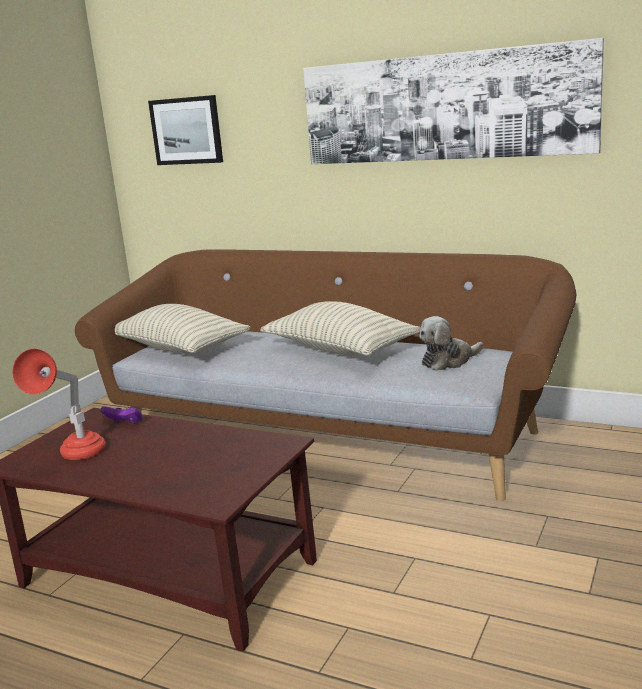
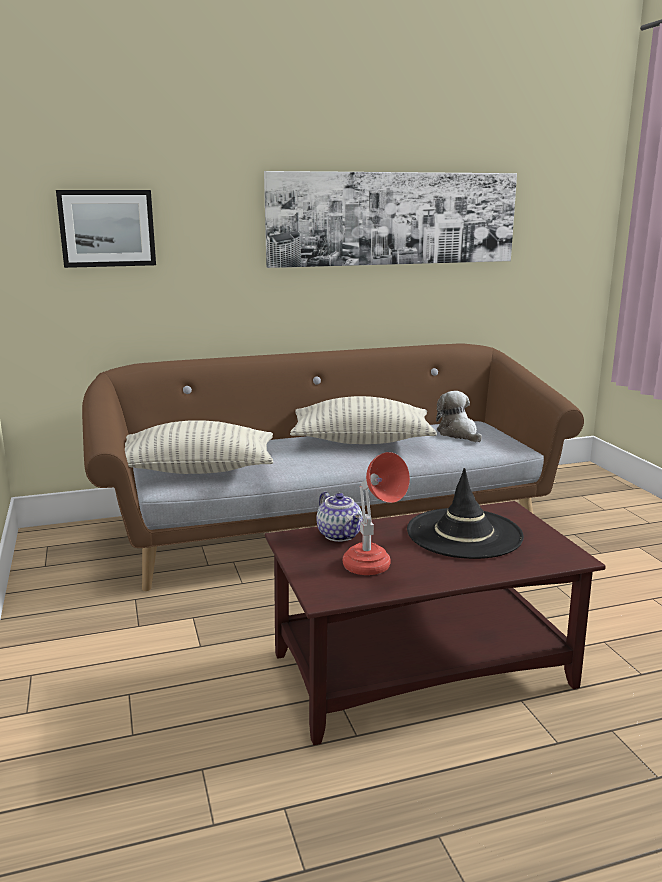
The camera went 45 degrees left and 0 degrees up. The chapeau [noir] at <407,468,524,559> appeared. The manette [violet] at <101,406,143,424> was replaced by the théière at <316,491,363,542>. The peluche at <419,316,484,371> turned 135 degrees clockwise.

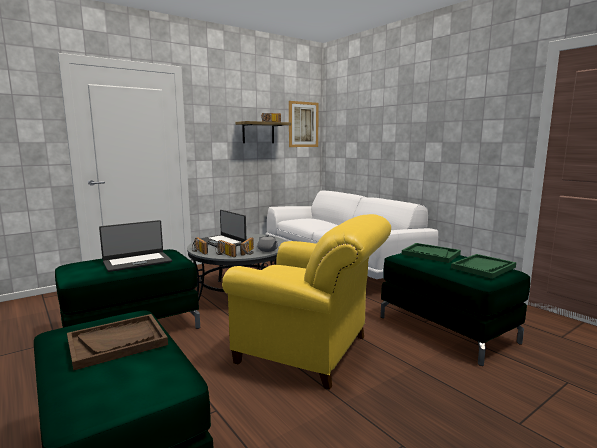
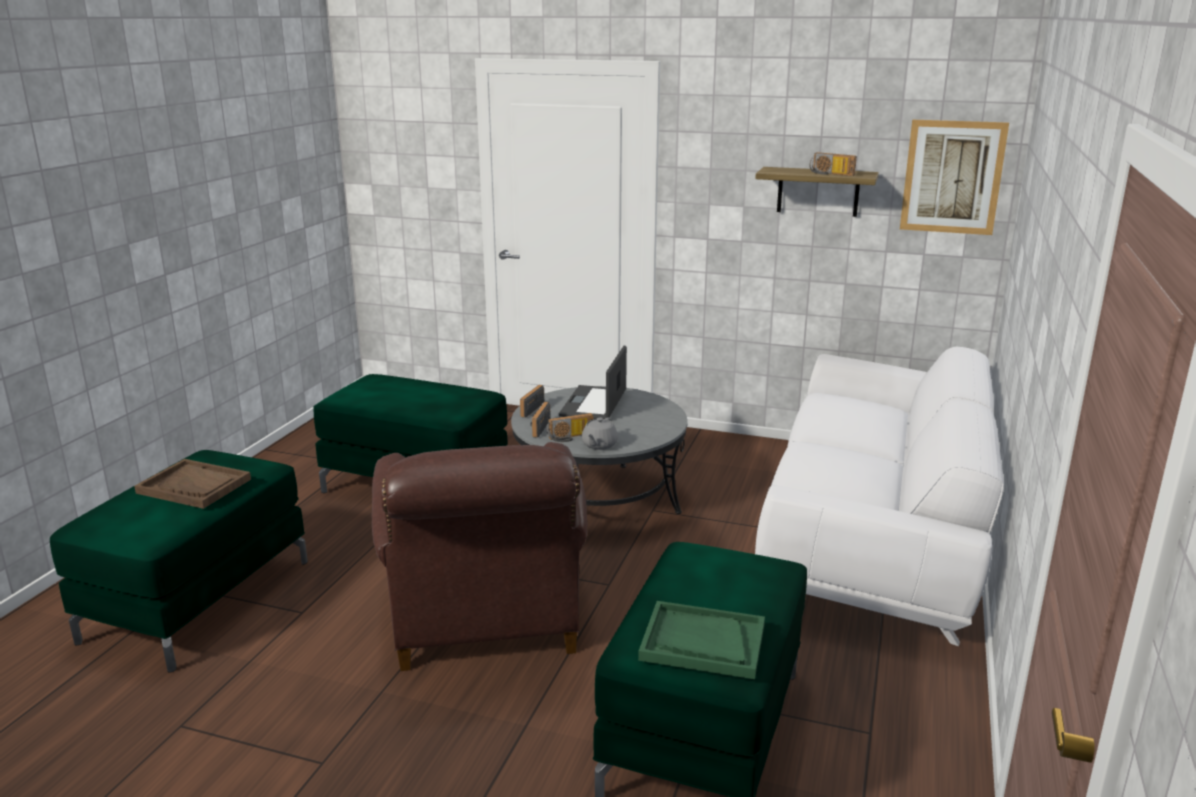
The camera went 55 degrees right and 10 degrees up. The ordinateur portable at <99,220,172,272> disappeared. The plateau [vert] at <401,243,461,263> disappeared. The fauteuil [jaune] at <222,214,391,390> became the fauteuil [marron] at <372,442,587,671>.

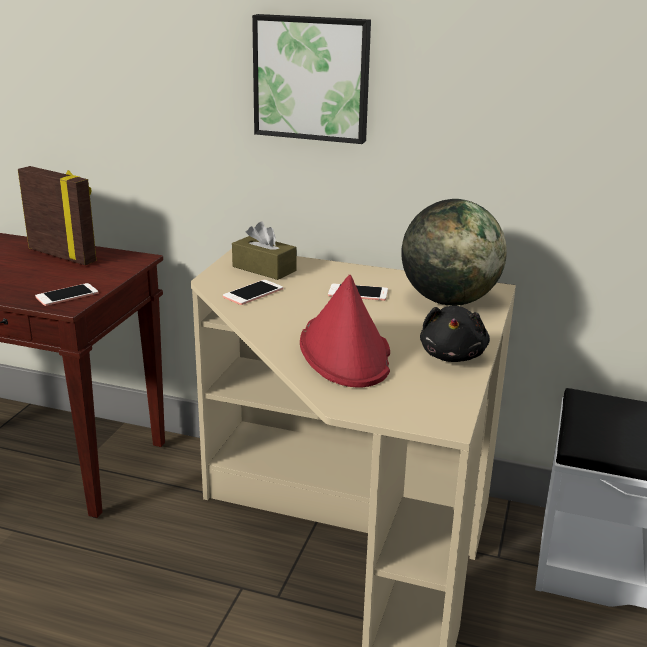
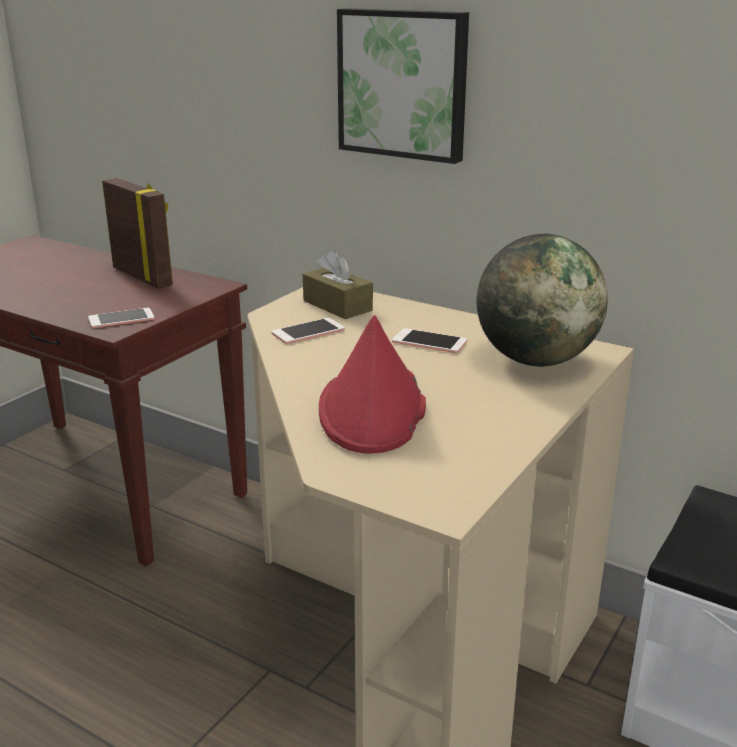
The camera went 15 degrees right and 0 degrees up. The peluche [noir] at <420,306,490,362> disappeared.

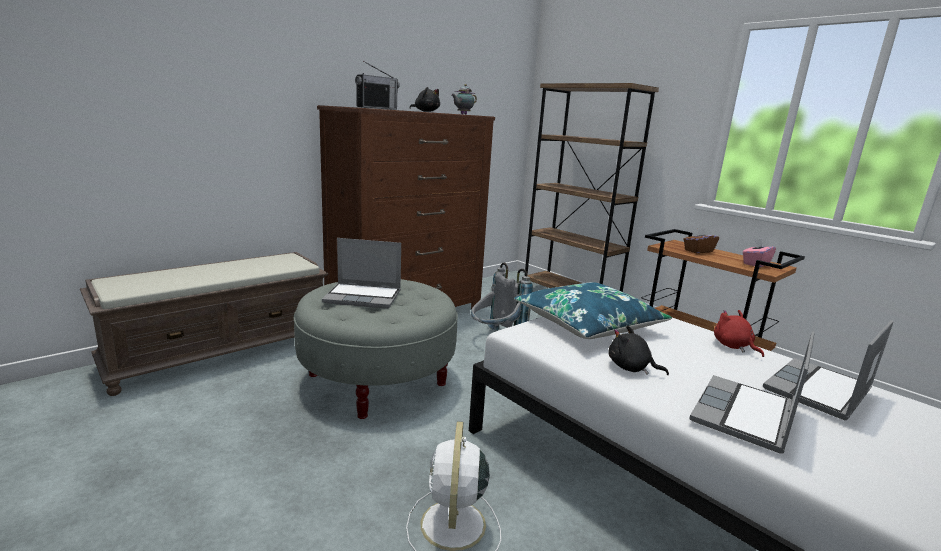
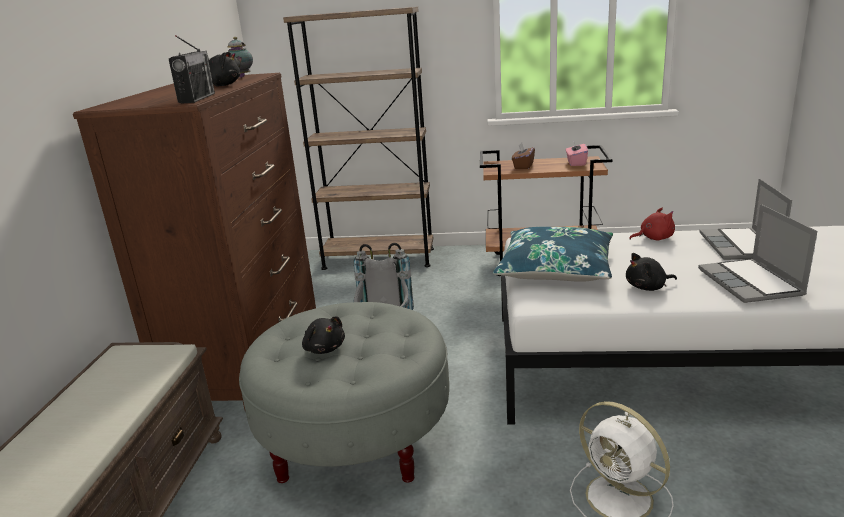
The camera went 40 degrees left and 5 degrees up. The ordinateur portable at <322,238,401,309> was replaced by the peluche [noir] at <302,316,345,354>. The peluche [rouge] at <714,310,764,357> turned 150 degrees clockwise.

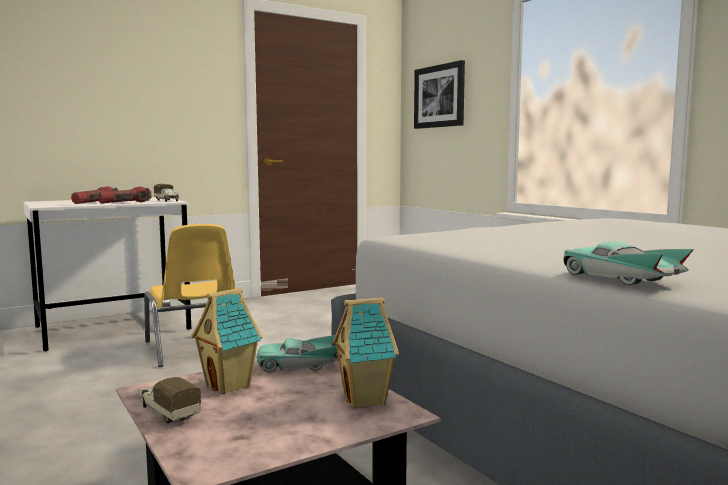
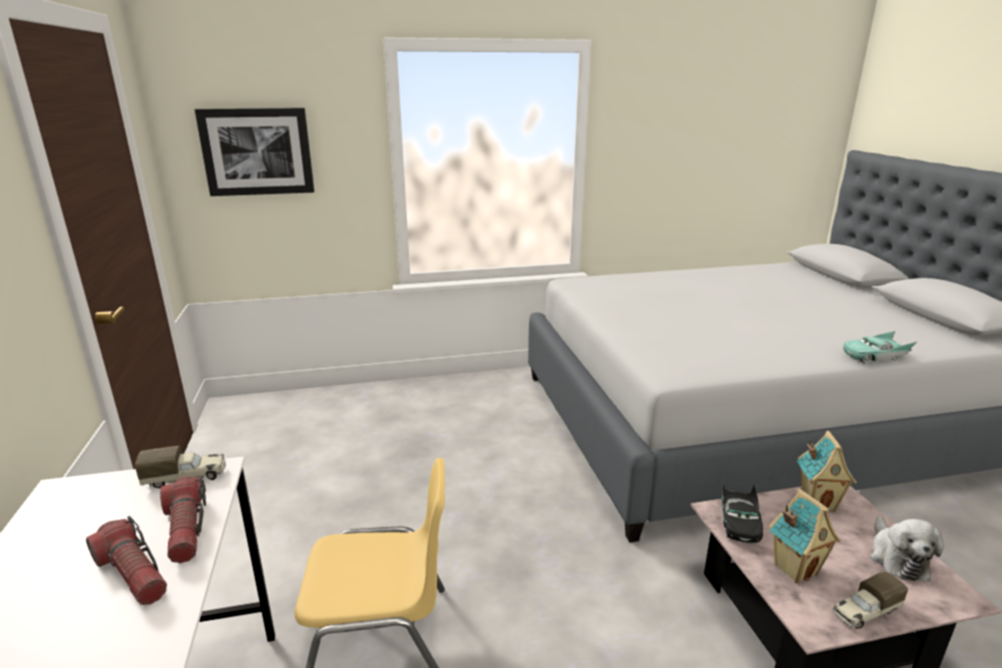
The camera went 70 degrees left and 15 degrees up. The peluche at <870,516,943,581> appeared. The petite voiture [turquoise] at <257,335,338,372> became the petite voiture [noir] at <722,480,763,543>.

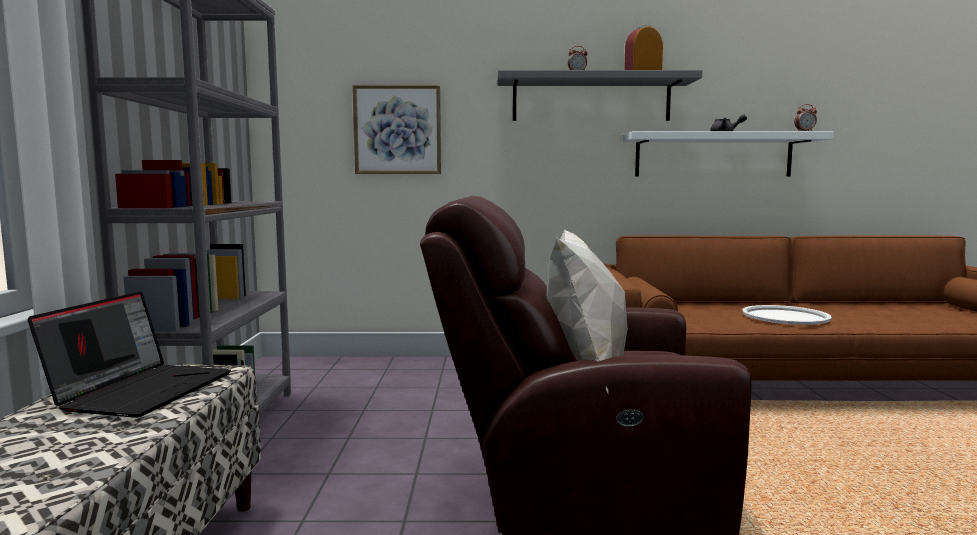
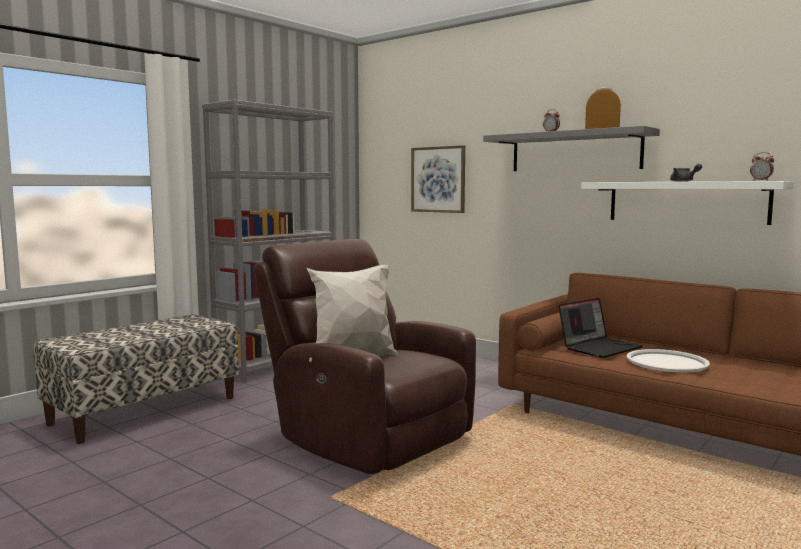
The camera went 40 degrees right and 0 degrees up. The ordinateur portable moved from <28,291,231,418> to <558,298,643,358>.

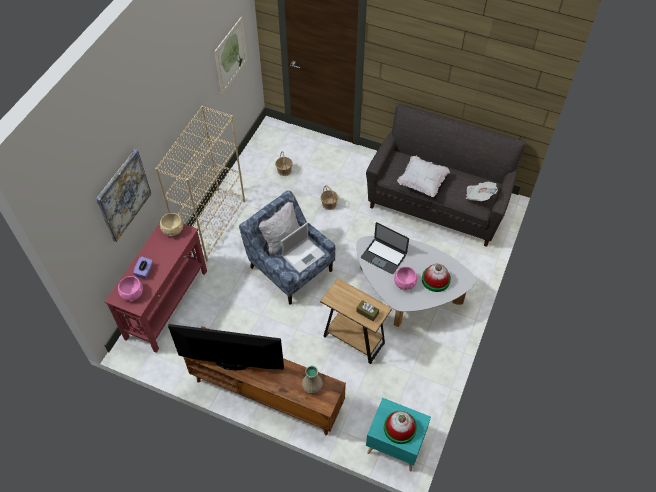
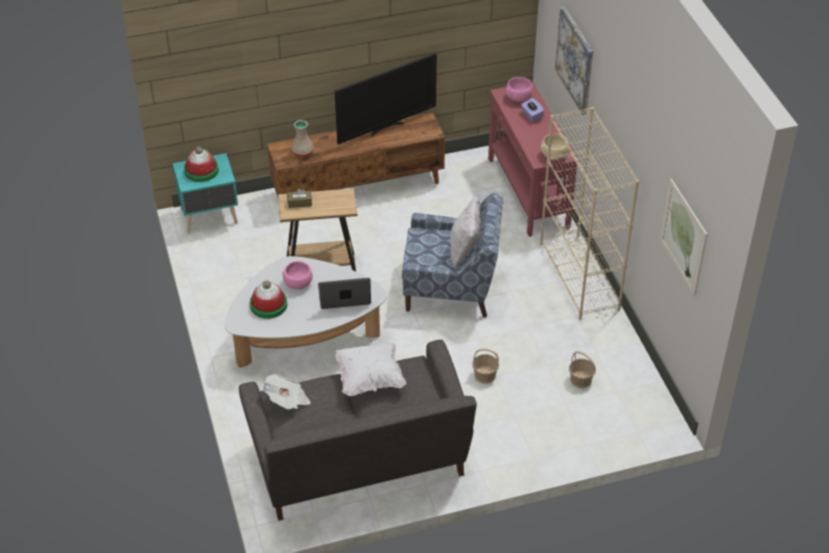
The camera went 140 degrees right and 10 degrees down. The ordinateur portable at <281,223,325,273> disappeared.

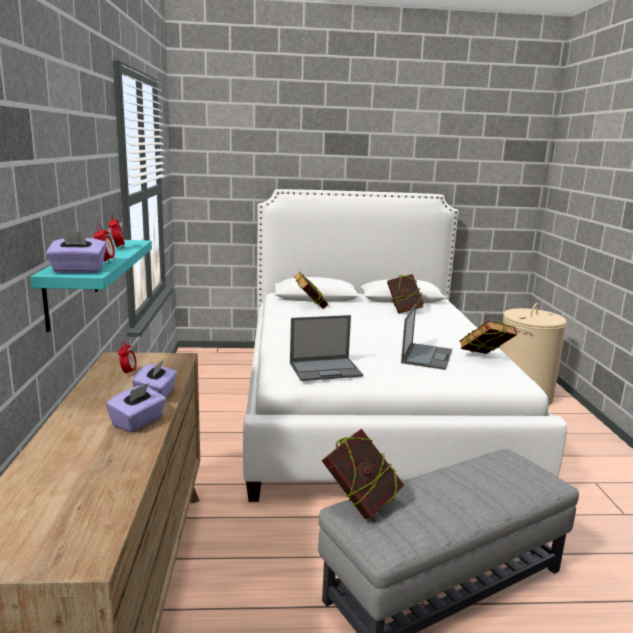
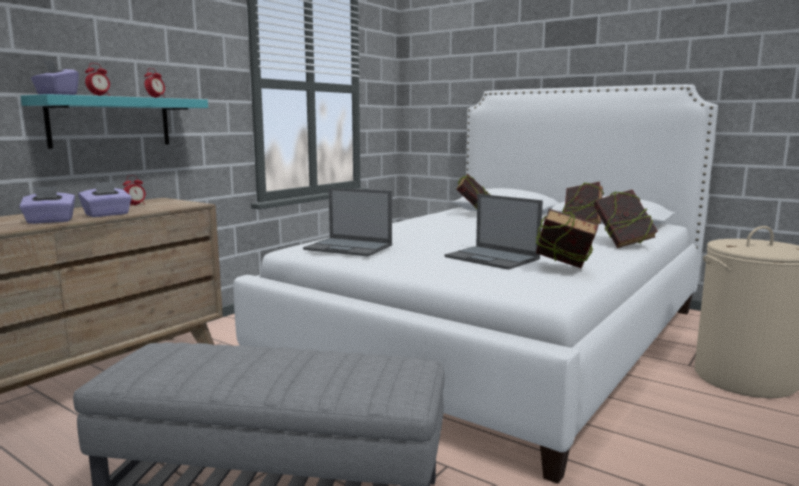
The camera went 40 degrees right and 5 degrees down. The livre moved from <321,428,404,520> to <594,189,658,248>. The ordinateur portable at <401,304,452,370> turned 75 degrees clockwise.

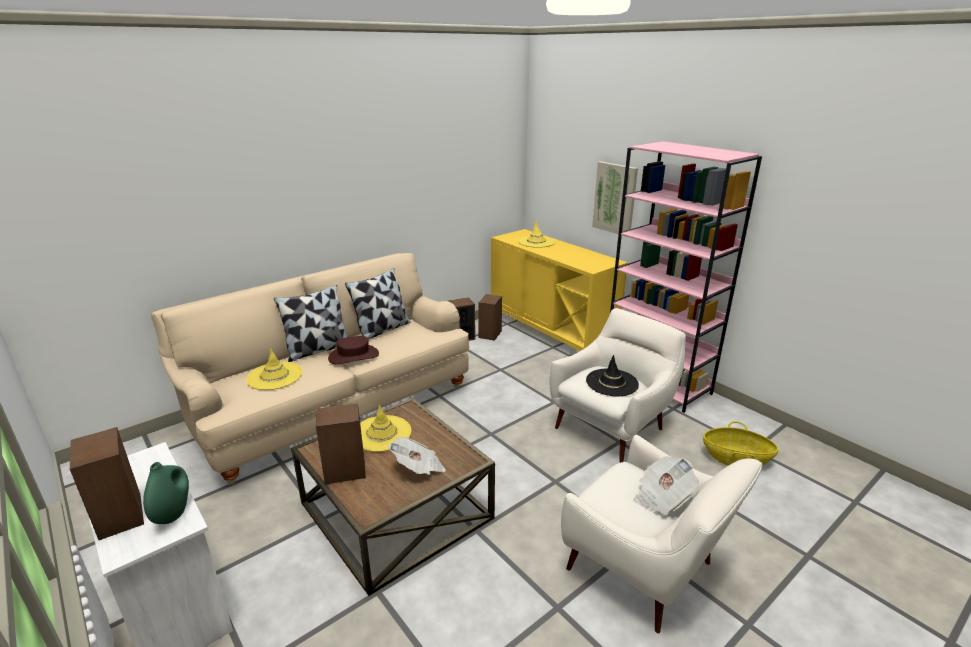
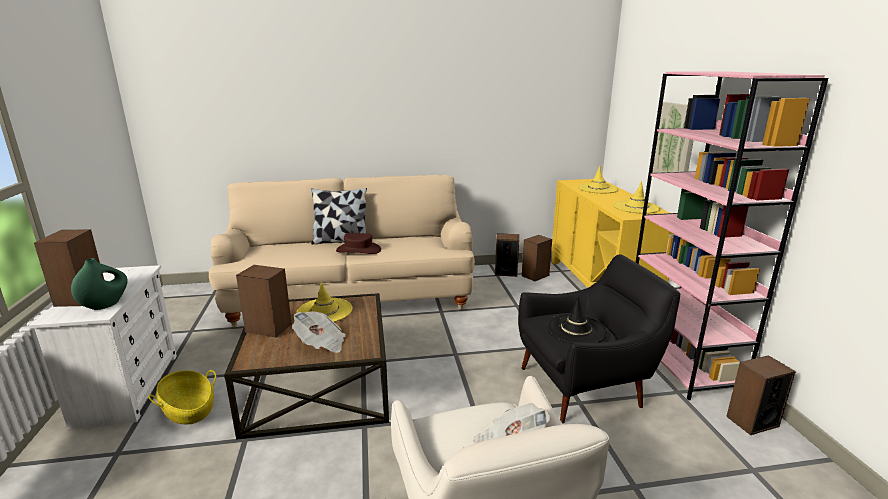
The camera went 30 degrees right and 5 degrees down. The coussin at <345,268,410,340> disappeared. The enceinte at <726,355,796,435> appeared. The chapeau [jaune] moved from <246,348,302,390> to <613,181,661,214>. The panier moved from <703,421,778,466> to <148,370,216,425>. The fauteuil [blanc] at <550,308,686,463> became the fauteuil [noir] at <518,255,681,423>.

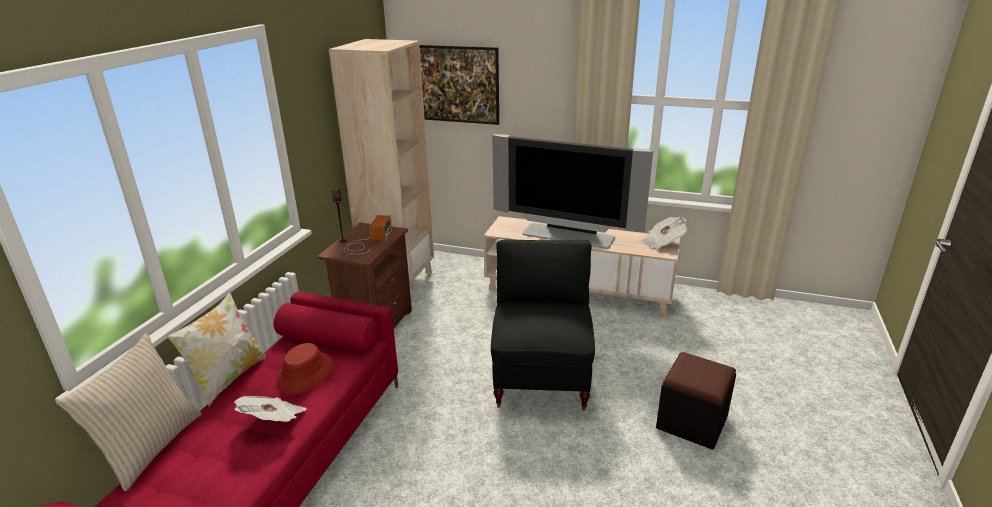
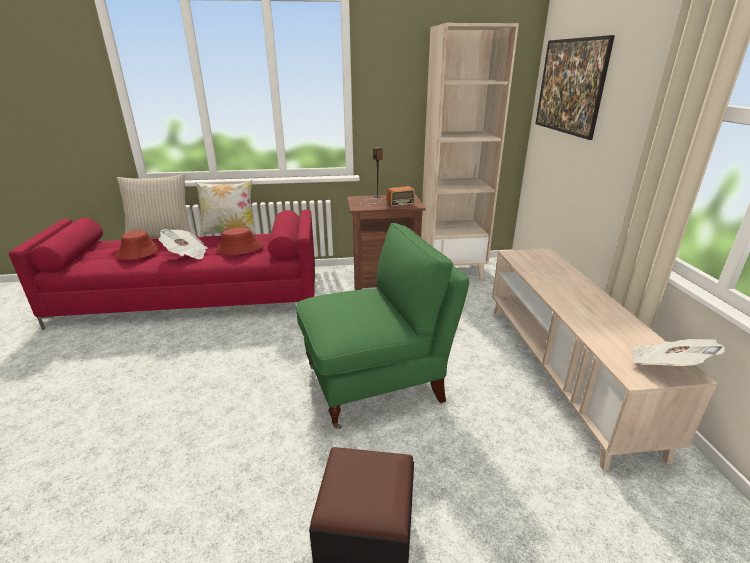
The camera went 65 degrees right and 0 degrees up. The téléviseur at <492,134,653,249> disappeared. The chapeau [rouge] at <116,230,160,260> appeared. The fauteuil [noir] at <491,240,595,411> became the fauteuil [vert] at <296,223,469,429>.

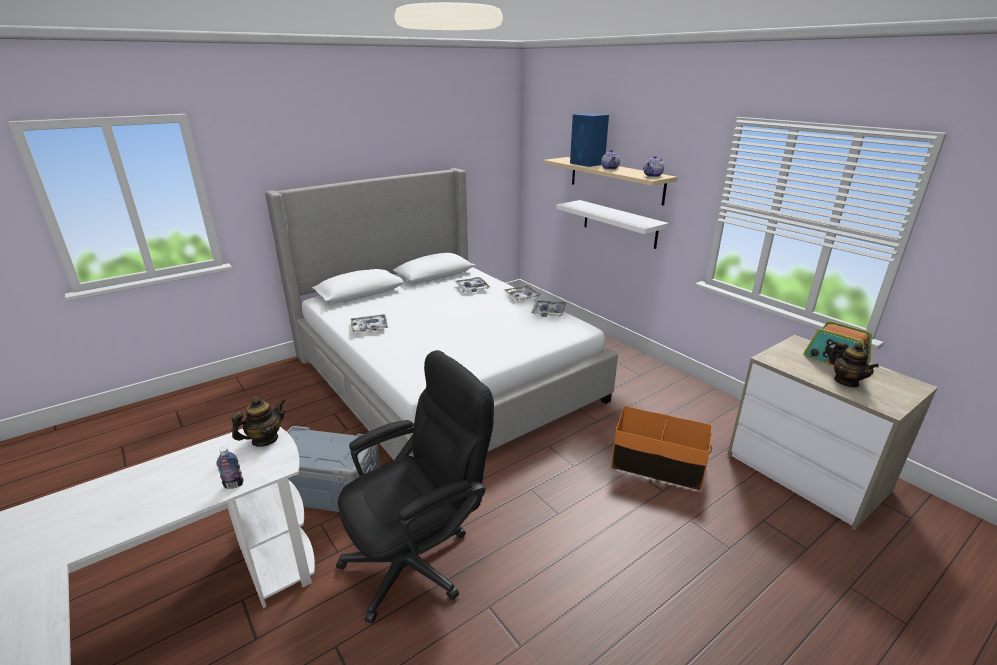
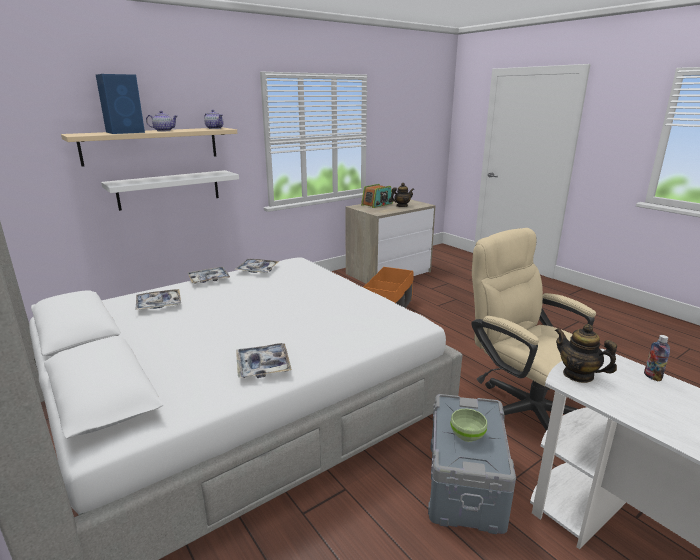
The camera went 90 degrees left and 5 degrees down. The bol [vert] at <450,409,487,442> appeared. The chaise de bureau [noir] at <336,350,494,624> became the chaise de bureau [beige] at <471,228,596,431>.

